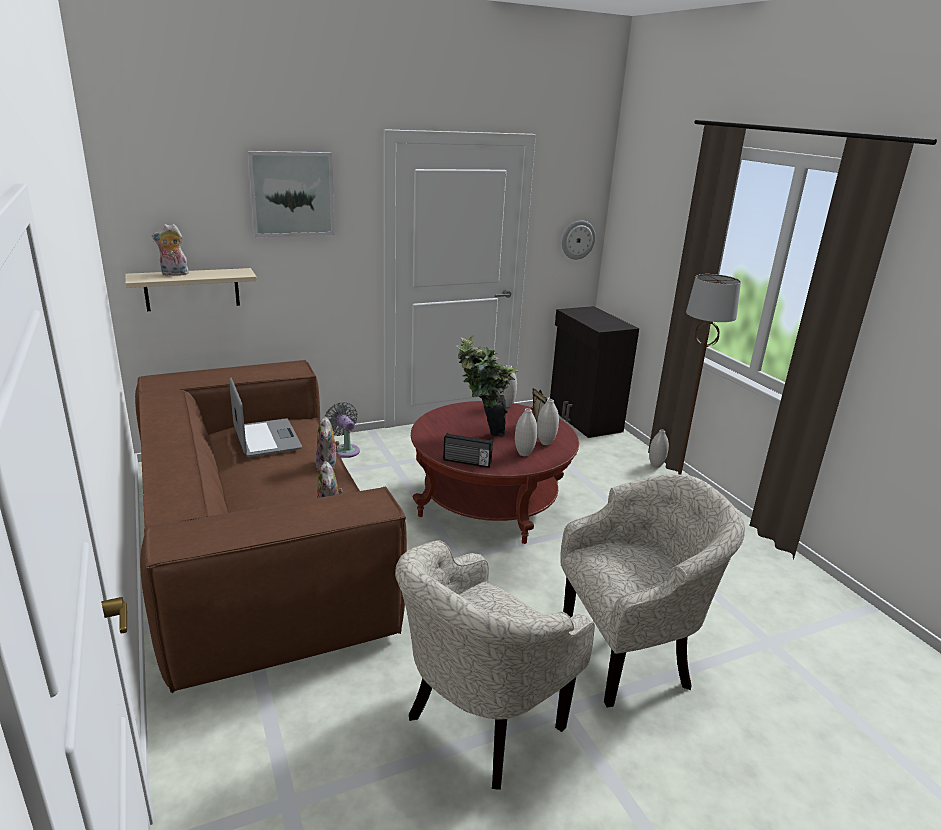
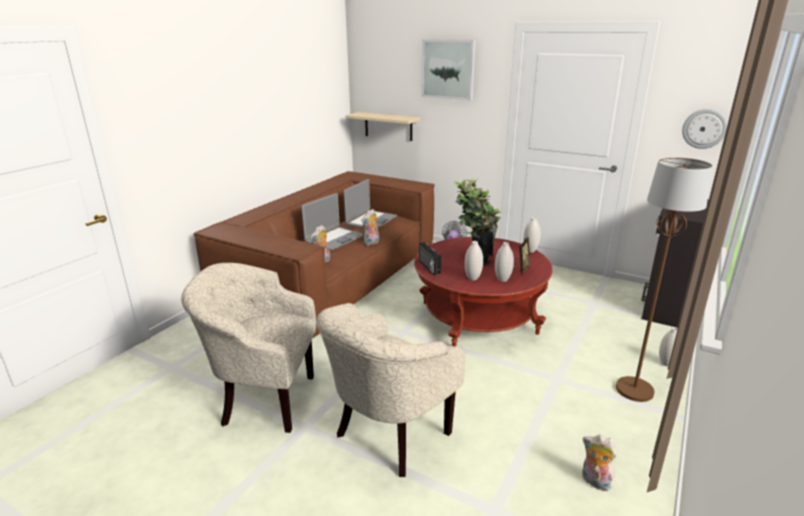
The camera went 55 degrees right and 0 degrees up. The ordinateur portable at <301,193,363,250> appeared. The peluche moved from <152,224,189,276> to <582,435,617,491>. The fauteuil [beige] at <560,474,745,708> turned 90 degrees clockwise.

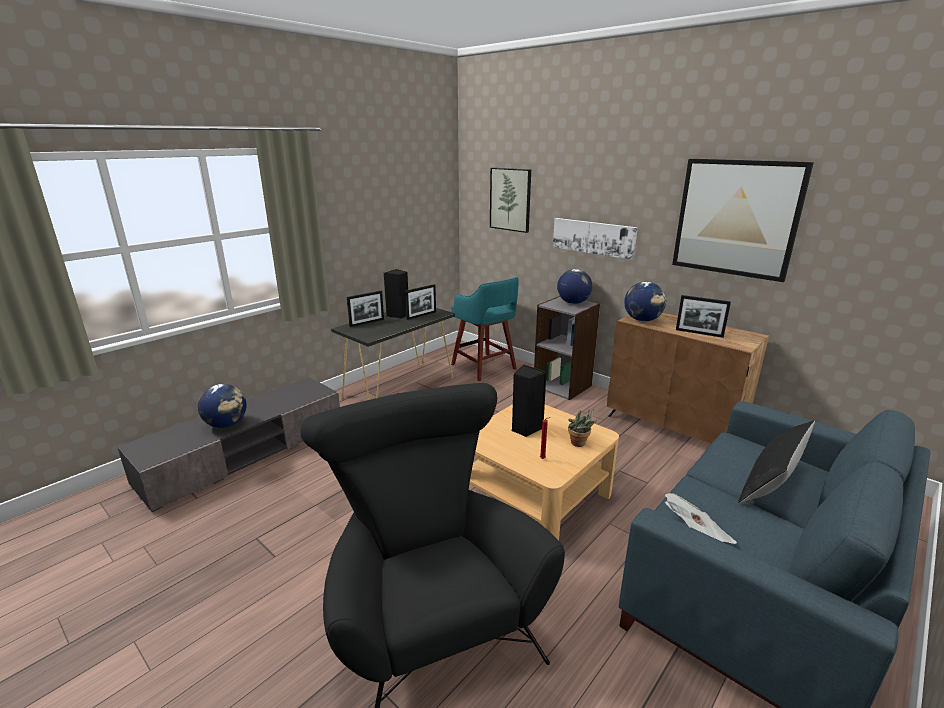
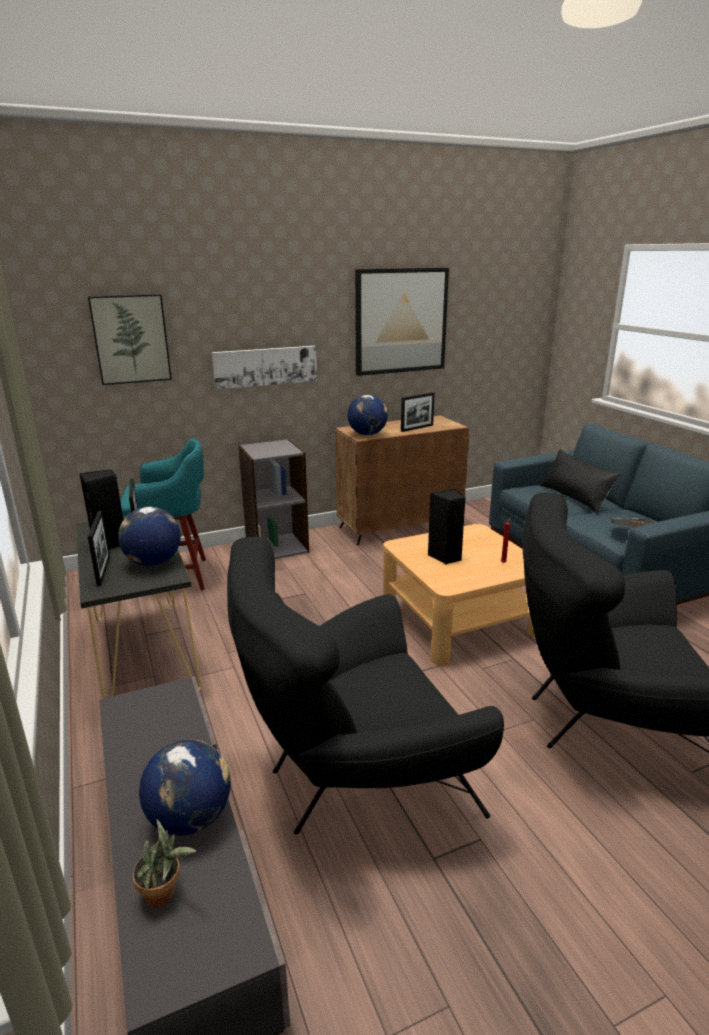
The camera went 65 degrees left and 0 degrees up. The fauteuil [noir] at <227,537,504,834> appeared. The globe moved from <557,269,592,304> to <118,507,181,566>. The plante en pot moved from <568,409,596,447> to <133,819,196,907>.

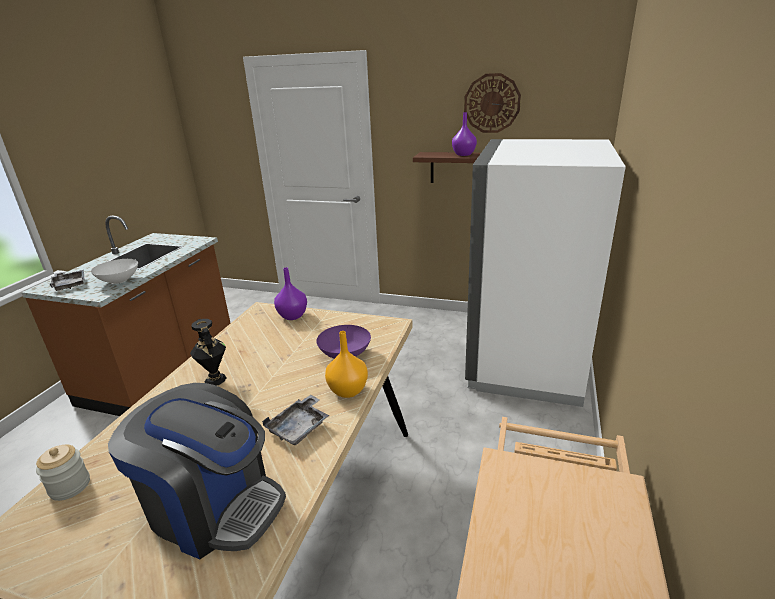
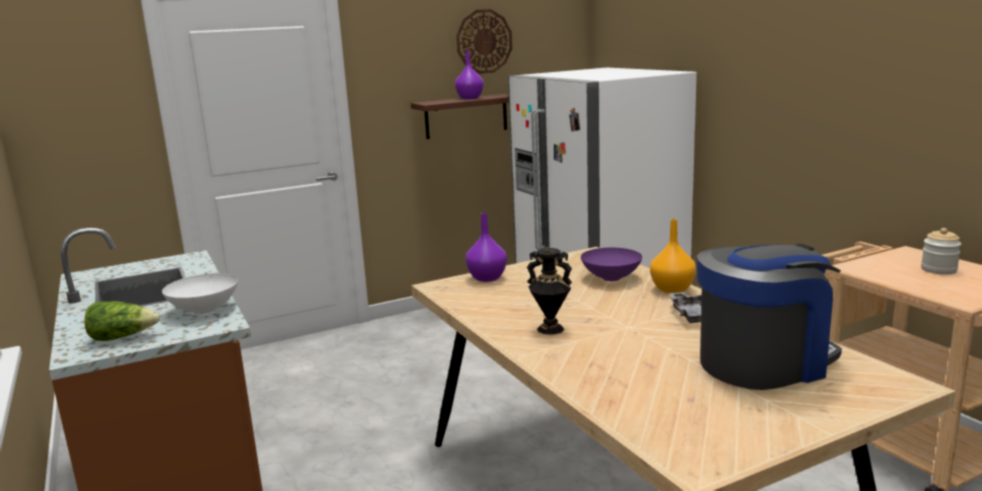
The camera went 45 degrees left and 10 degrees down. The bocal moved from <36,445,90,501> to <921,228,961,275>. The plateau [gris] at <50,270,85,291> was replaced by the laitue at <84,301,160,341>.

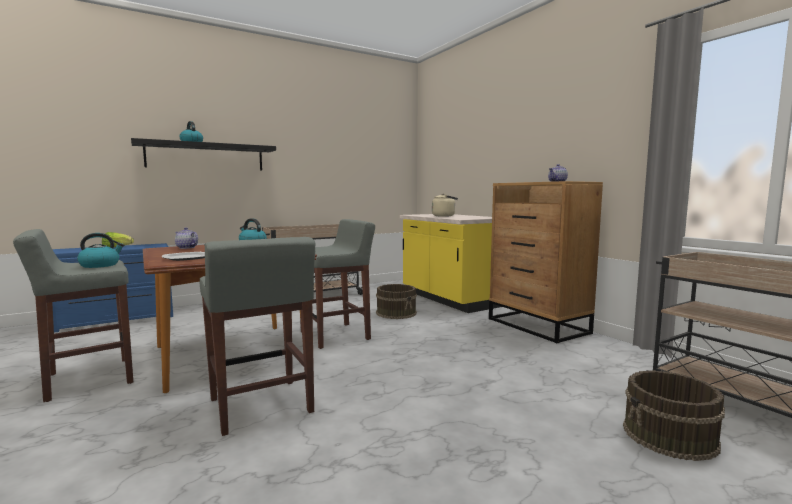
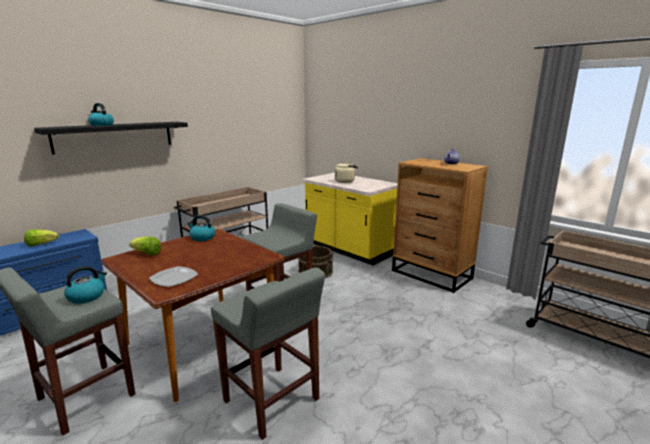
The camera went 15 degrees left and 10 degrees up. The seau [marron] at <623,370,725,461> disappeared. The théière at <175,227,198,249> was replaced by the laitue at <129,237,161,255>.

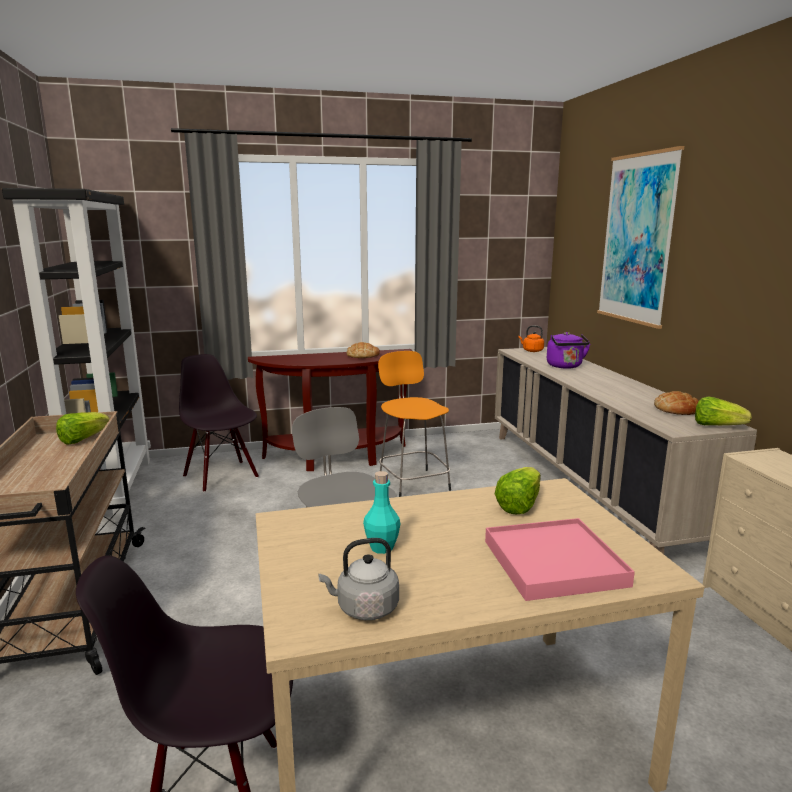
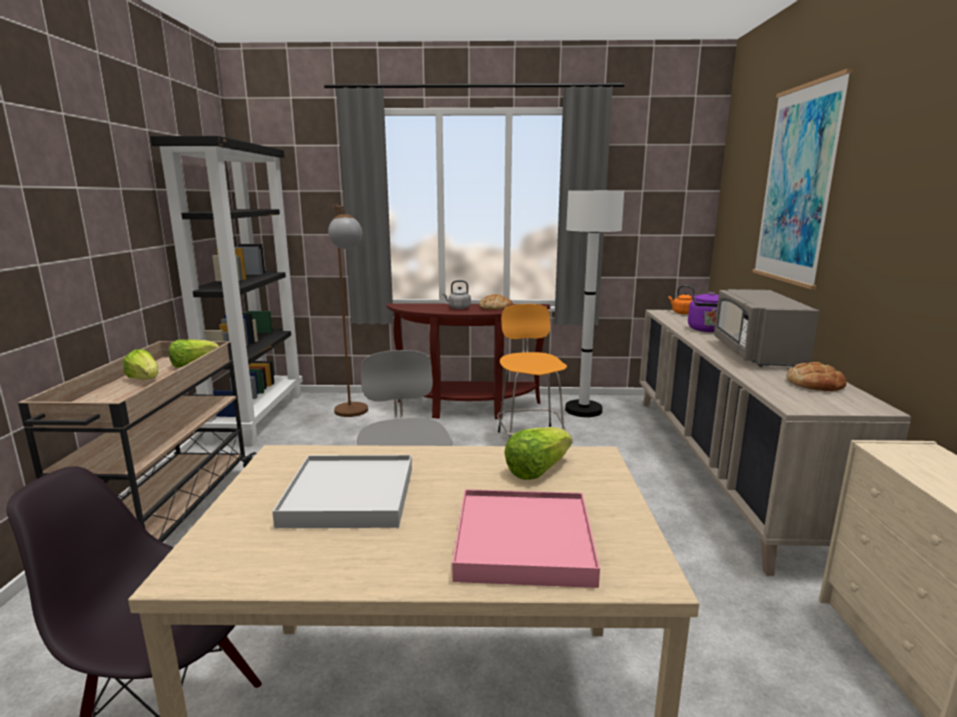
The camera went 15 degrees right and 0 degrees up. The lampadaire [blanc] at <565,190,624,417> appeared. The micro-ondes [gris] at <714,289,820,367> appeared. The bouilloire [gris] moved from <318,538,399,620> to <442,280,471,309>. The laitue moved from <695,396,752,425> to <123,349,158,380>. The chaise [noir] at <179,354,259,492> was replaced by the lampadaire [marron] at <328,204,368,417>. The bouteille [turquoise] at <363,471,400,554> was replaced by the plateau [blanc] at <272,455,412,528>.

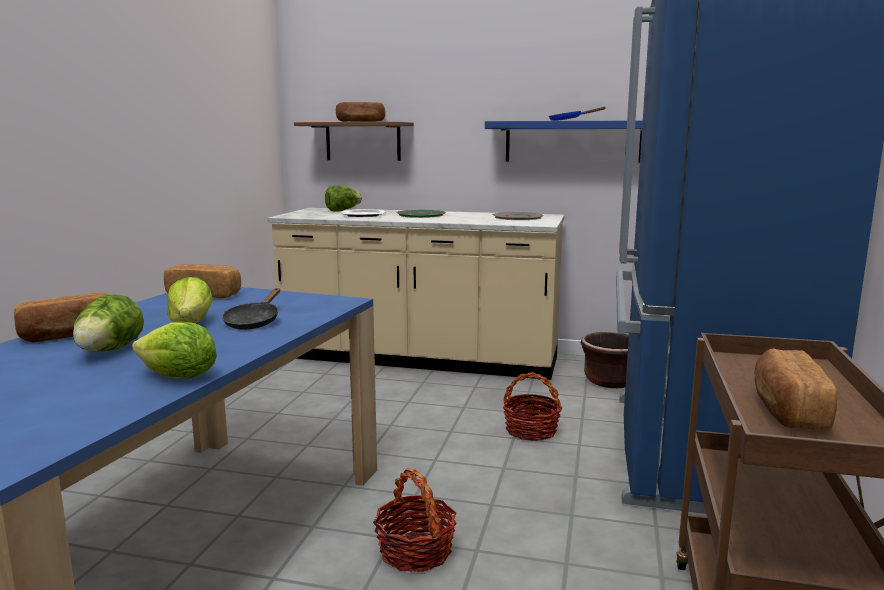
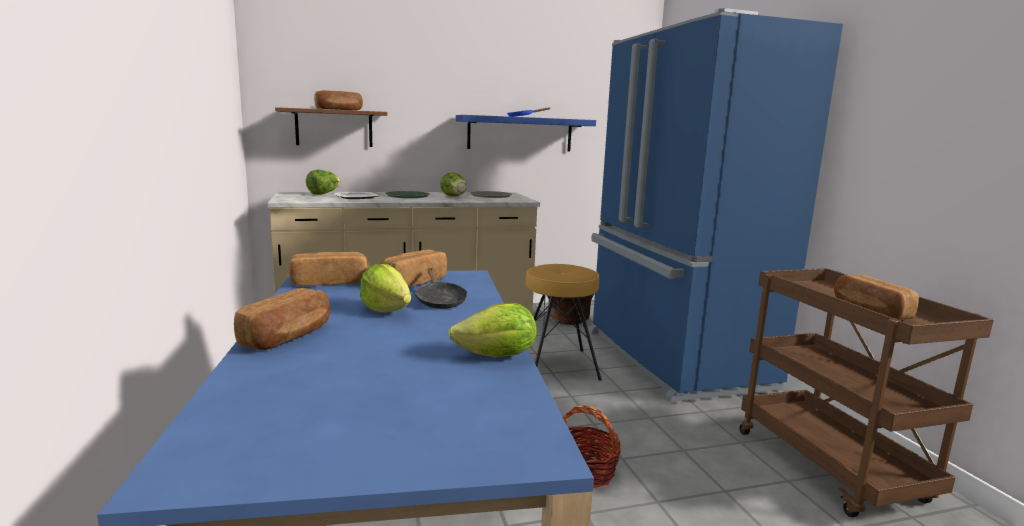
The camera went 30 degrees left and 0 degrees up. The pain at <381,249,447,287> appeared. The laitue moved from <73,294,144,352> to <440,172,467,197>. The panier at <503,372,562,441> was replaced by the tabouret [marron] at <526,264,602,381>.

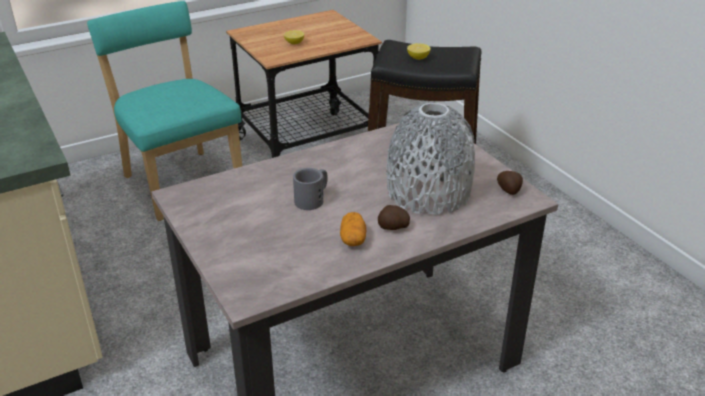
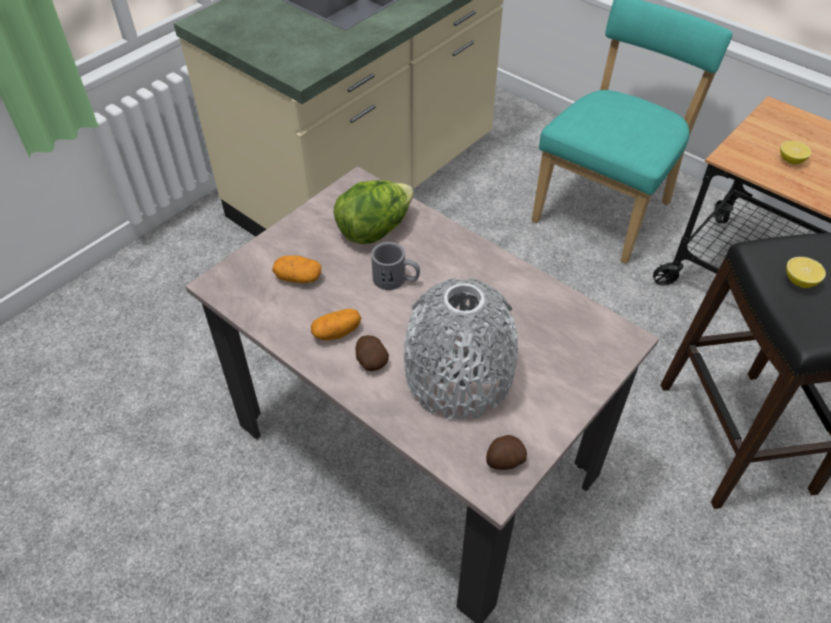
The camera went 70 degrees right and 15 degrees up. The pomme de terre at <272,256,321,283> appeared. The laitue at <333,180,414,244> appeared.

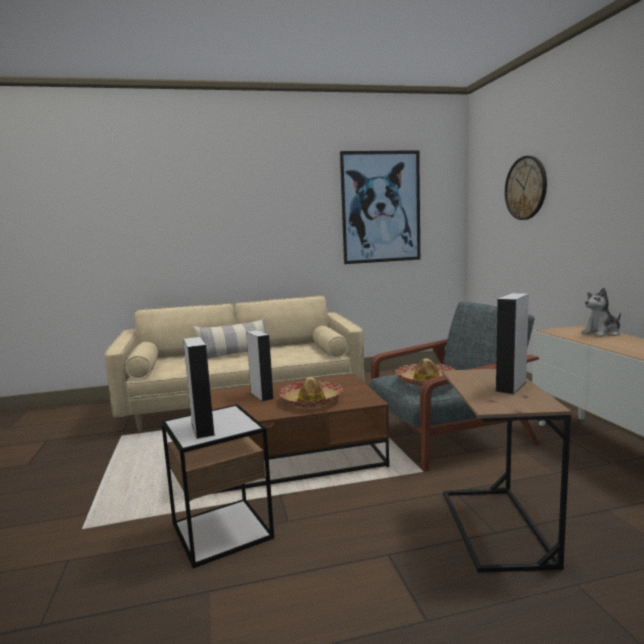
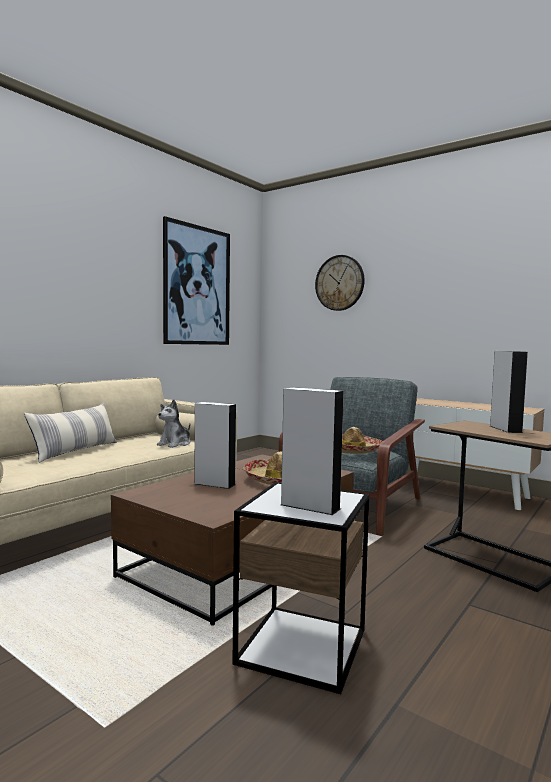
The camera went 40 degrees left and 5 degrees down. The peluche moved from <581,288,621,337> to <157,399,190,448>.

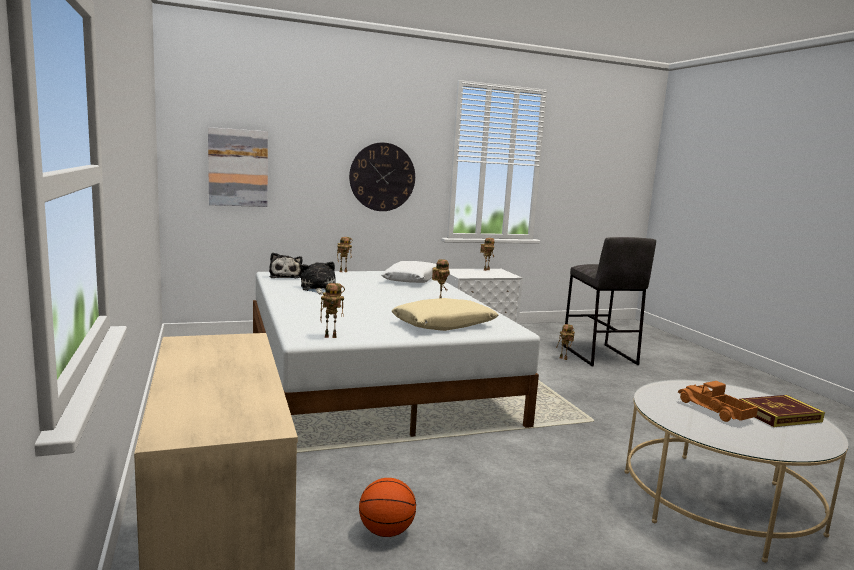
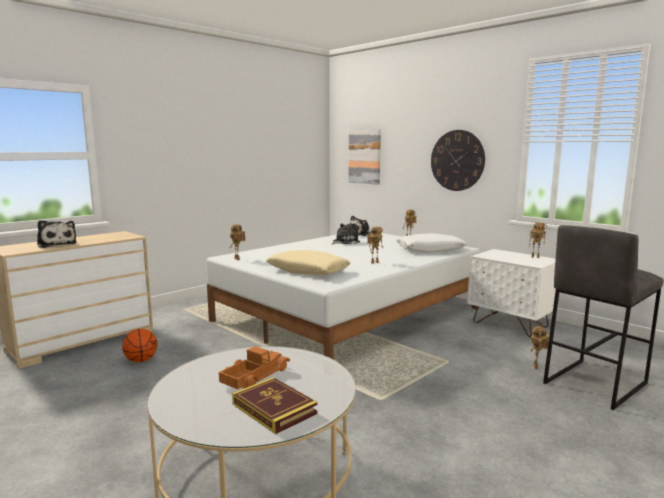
The camera went 65 degrees right and 0 degrees up. The peluche at <37,220,77,248> appeared.

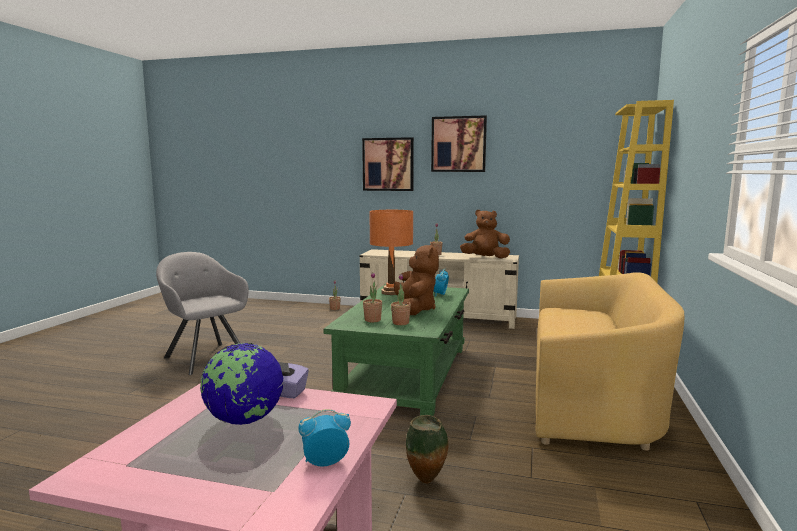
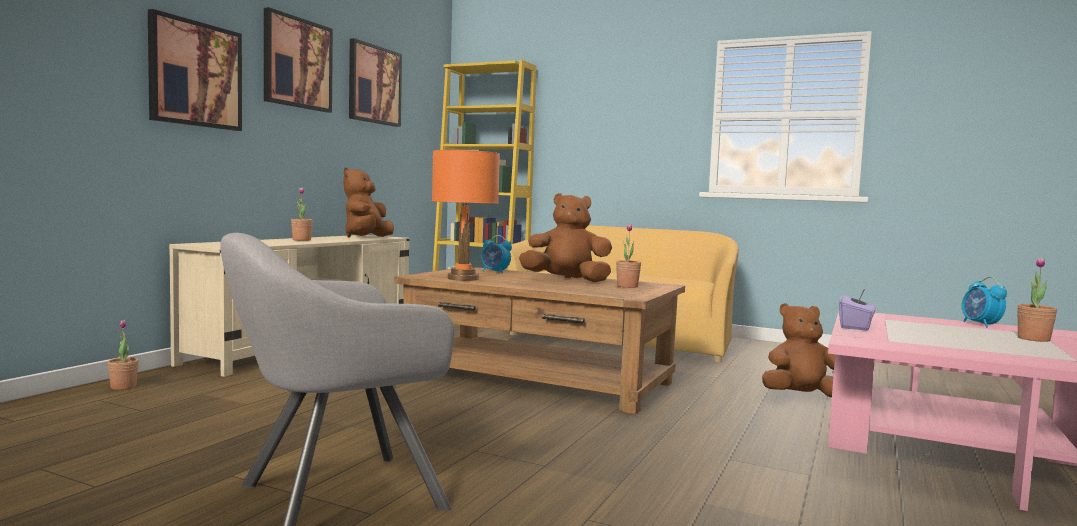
The camera went 80 degrees left and 5 degrees down. The globe at <200,343,283,425> disappeared. The tableau at <349,38,402,127> appeared. The plante en pot moved from <363,272,382,322> to <1017,257,1057,342>. The vase at <406,415,448,483> was replaced by the peluche [marron] at <762,303,835,398>. The table basse [vert] at <324,284,469,416> became the table basse [marron] at <395,267,685,415>.

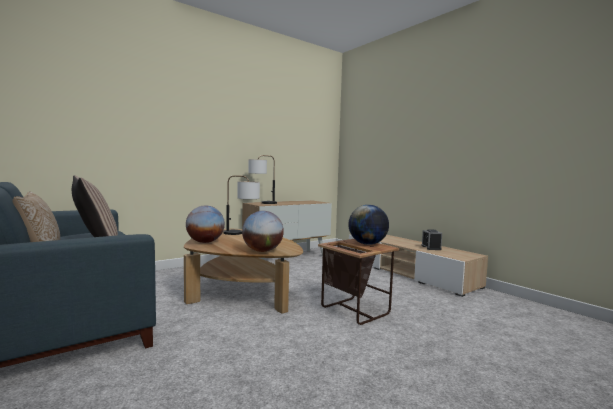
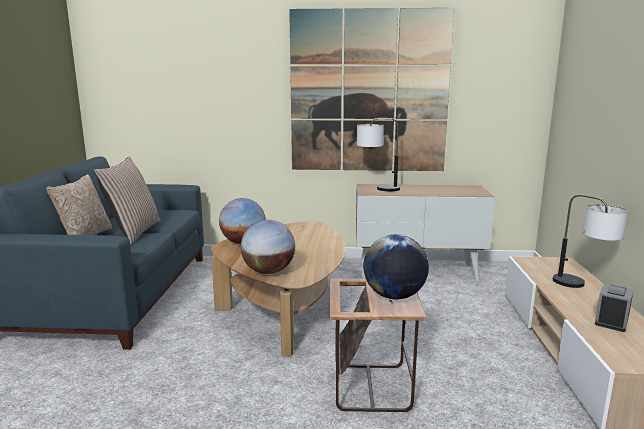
The camera went 40 degrees right and 10 degrees up. The tableau at <289,8,455,171> appeared. The lampe de table moved from <224,175,260,235> to <553,194,628,288>.

